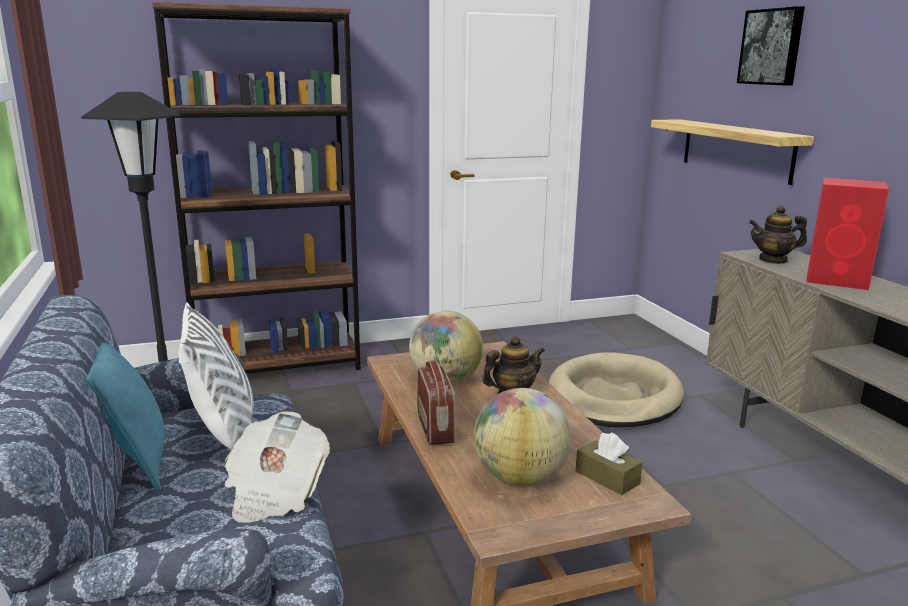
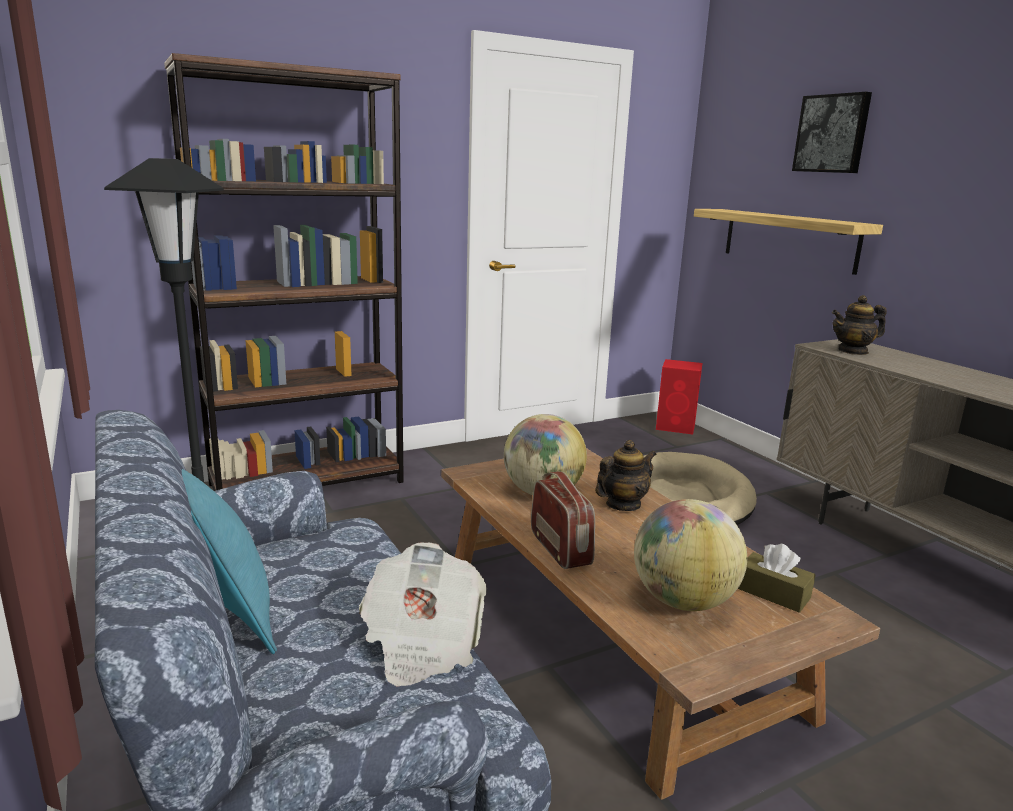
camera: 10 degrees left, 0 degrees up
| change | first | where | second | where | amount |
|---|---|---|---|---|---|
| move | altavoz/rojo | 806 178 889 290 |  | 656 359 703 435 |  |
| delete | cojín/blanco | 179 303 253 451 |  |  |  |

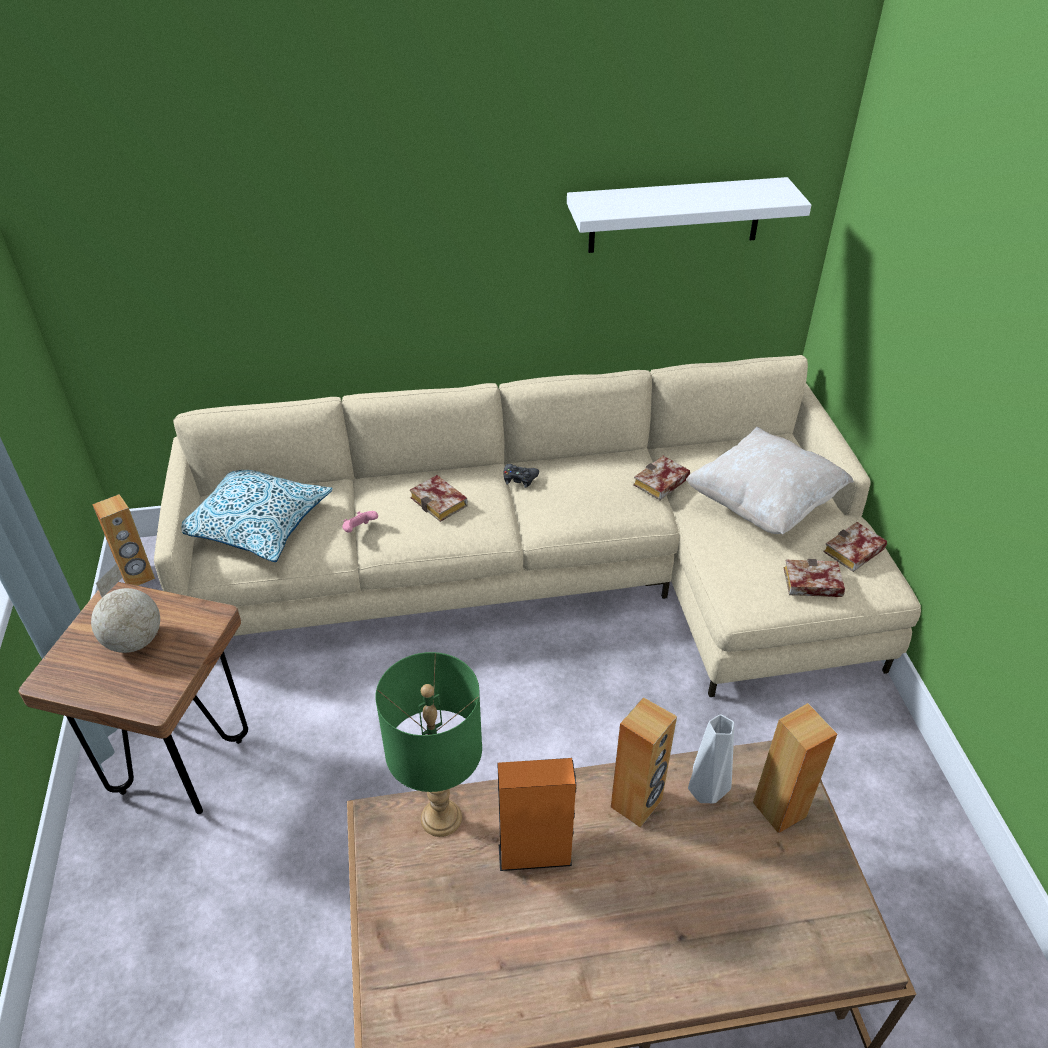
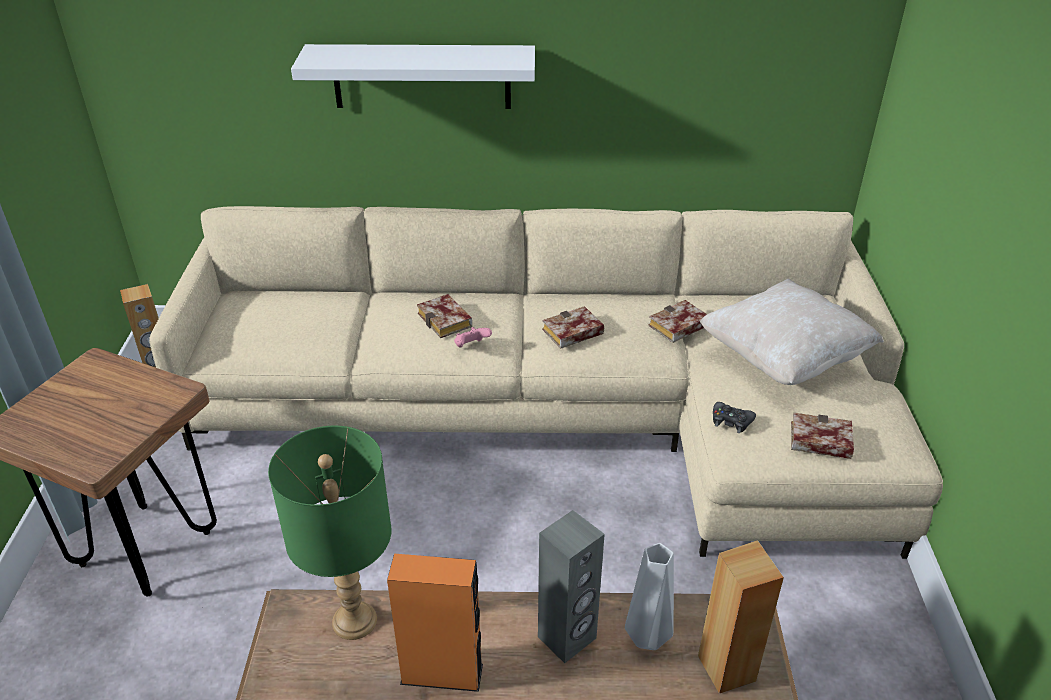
camera: 10 degrees right, 5 degrees down
| change | first | where | second | where | amount |
|---|---|---|---|---|---|
| move | estante/blanco | 567 177 811 253 |  | 291 44 535 109 |  |
| move | mando de consola/negro | 503 464 539 488 |  | 713 402 756 433 |  |
| delete | cojín | 182 470 333 562 |  |  |  |
| move | mando de consola/rosa | 342 511 378 532 |  | 454 327 492 347 |  |
| move | libro | 823 522 887 572 |  | 542 306 604 349 |  |
| delete | globo terráqueo | 91 563 160 653 |  |  |  |
| recolor | altavoz/marrón | 611 697 677 828 | altavoz/gris | 538 510 605 663 |  |

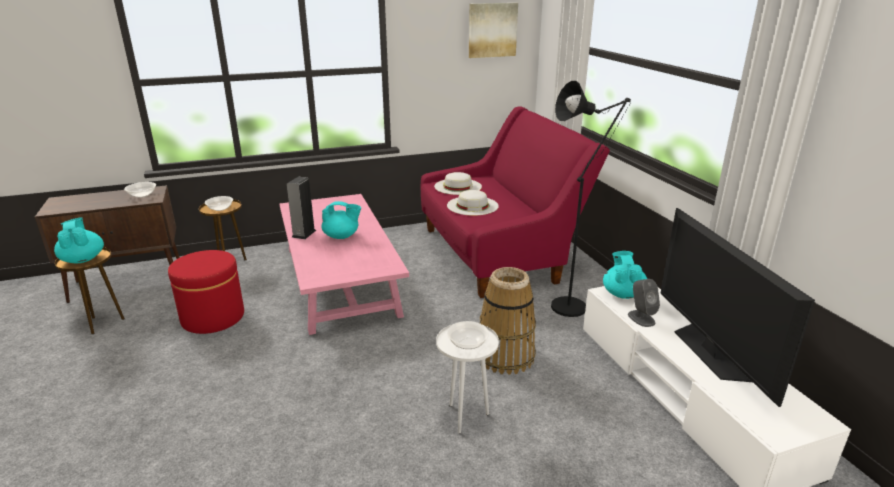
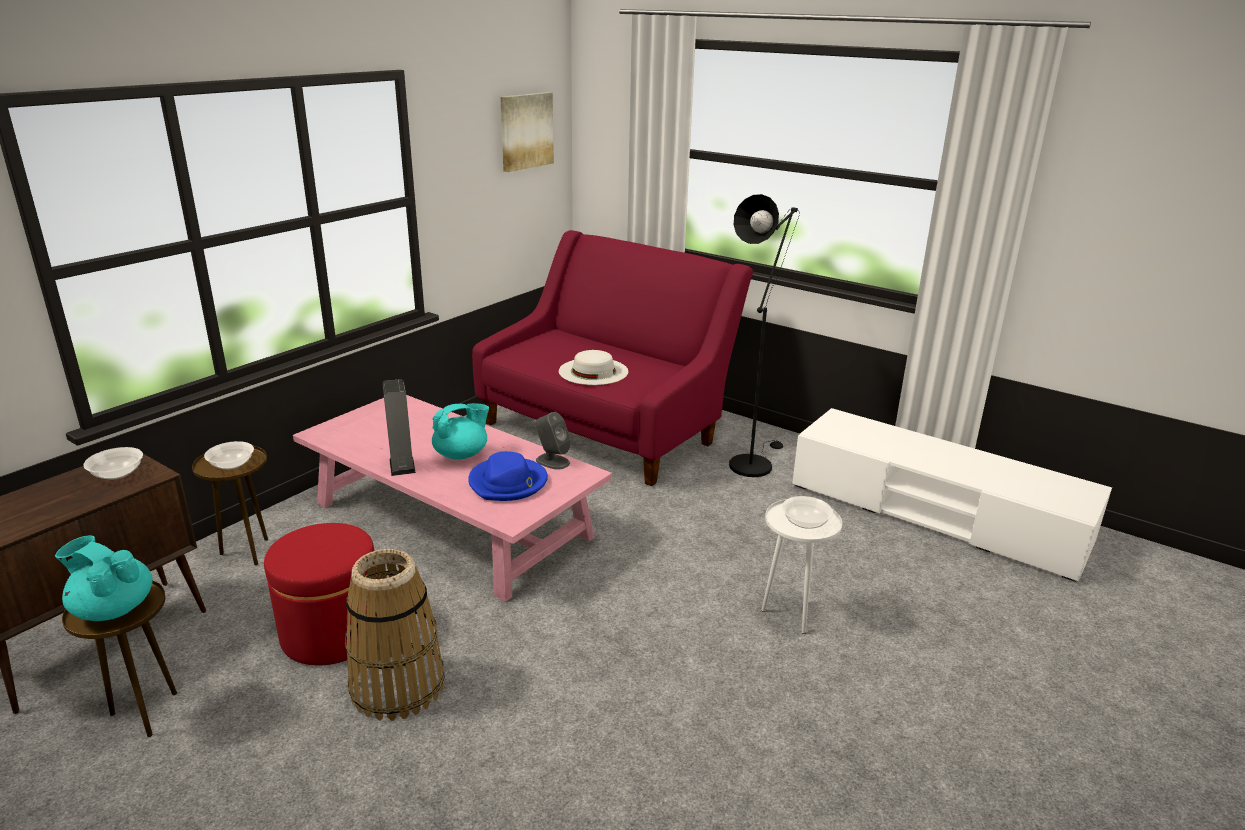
camera: 35 degrees left, 0 degrees up
| change | first | where | second | where | amount |
|---|---|---|---|---|---|
| delete | sombrero/blanco | 434 172 482 195 |  |  |  |
| delete | televisor | 660 208 815 407 |  |  |  |
| delete | tetera/turquesa | 603 251 647 299 |  |  |  |
| move | cesta | 480 267 536 375 |  | 345 549 445 721 |  |
| move | altavoz/gris | 628 279 660 327 |  | 535 412 571 470 |  |
| insert |  |  | sombrero/azul | 468 451 548 501 |  |

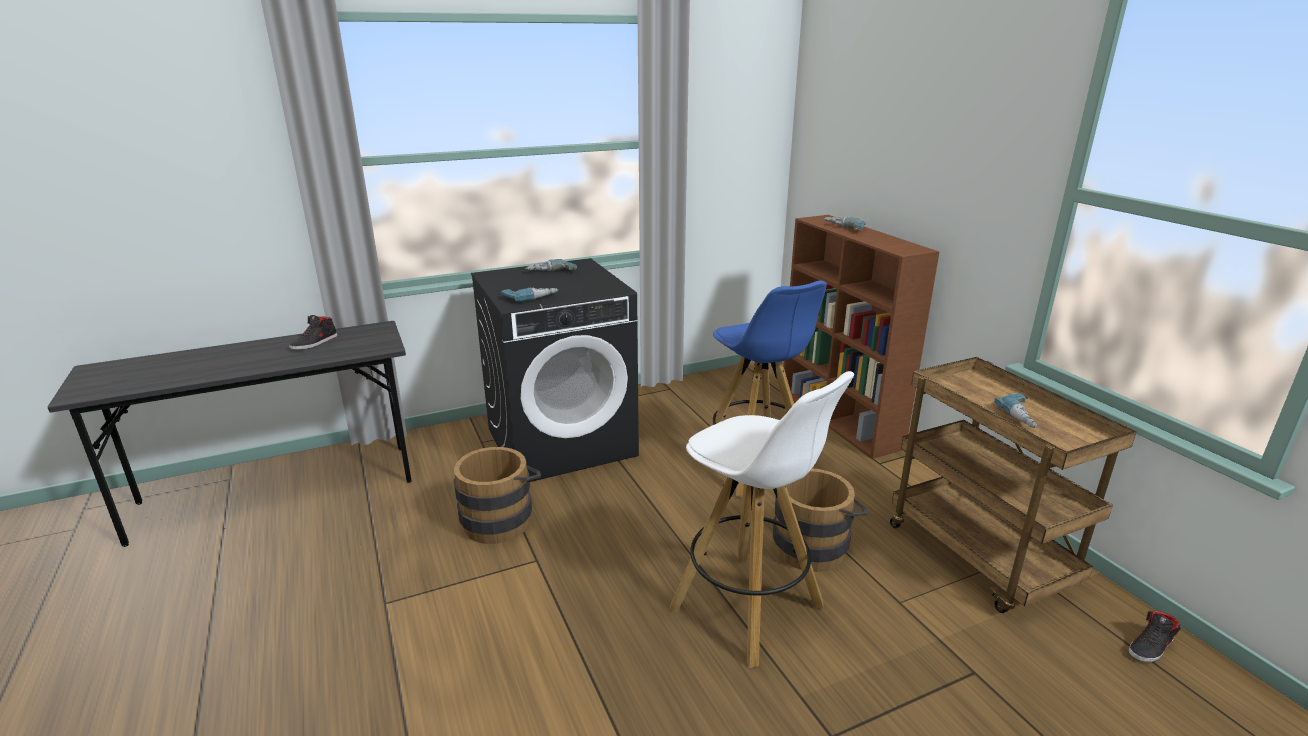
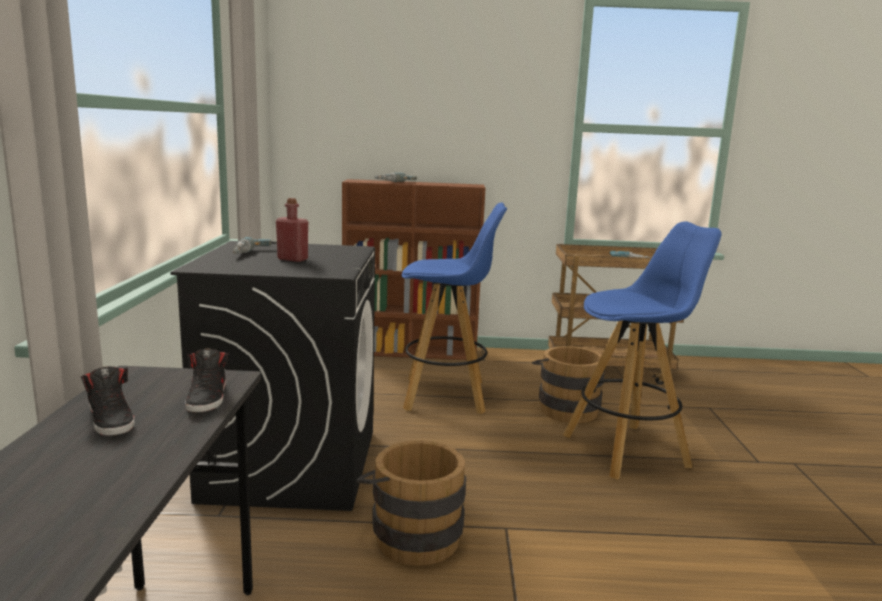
camera: 65 degrees left, 10 degrees down
| change | first | where | second | where | amount |
|---|---|---|---|---|---|
| delete | taladro | 502 288 559 302 |  |  |  |
| recolor | taburete/blanco | 669 371 854 668 | taburete/azul | 563 221 722 480 |  |
| move | zapato/negro | 1129 611 1181 662 |  | 185 349 229 413 |  |
| insert |  |  | botella/rojo | 276 198 308 262 |  |

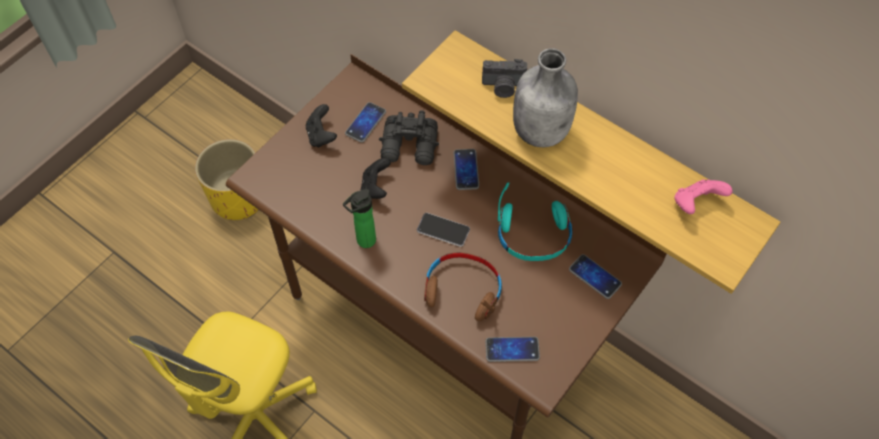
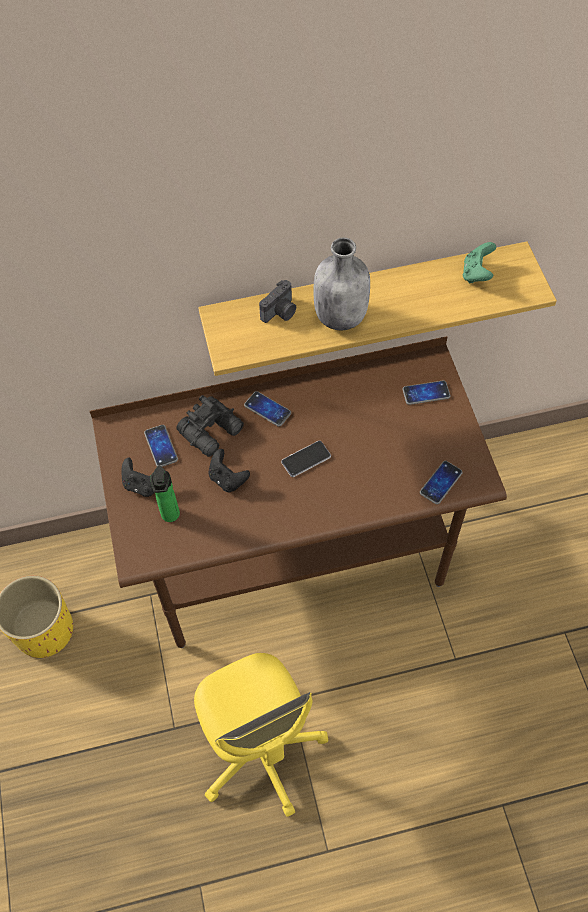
camera: 50 degrees left, 0 degrees up
| change | first | where | second | where | amount |
|---|---|---|---|---|---|
| recolor | mando de consola/rosa | 674 179 732 214 | mando de consola/verde | 463 242 496 283 |  |
| delete | auriculares/turquesa | 498 182 572 261 |  |  |  |
| move | botella | 343 189 376 248 |  | 150 466 180 522 |  |
| delete | auriculares/marrón | 424 252 502 322 |  |  |  |

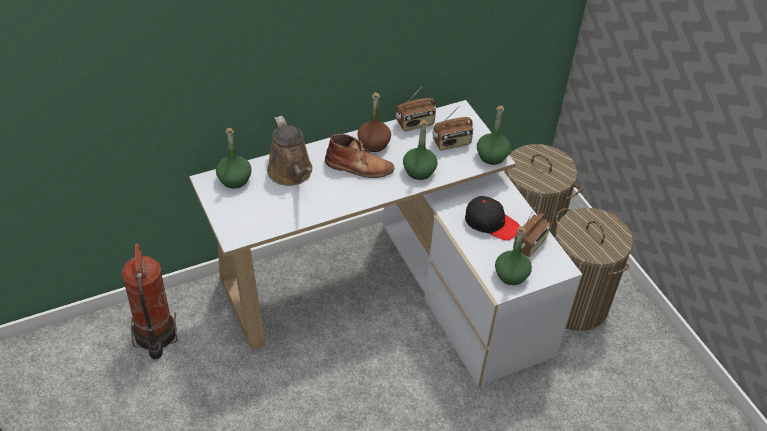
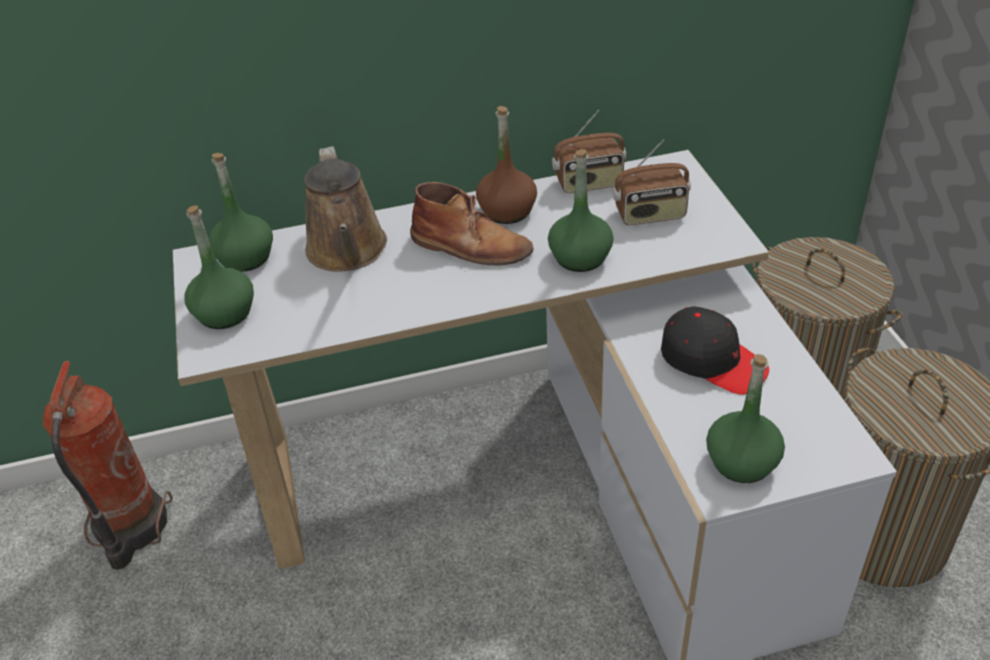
camera: 15 degrees right, 5 degrees down
| change | first | where | second | where | amount |
|---|---|---|---|---|---|
| move | botella/verde | 477 105 511 165 |  | 185 205 254 329 |  |
| delete | radio | 513 208 551 257 |  |  |  |

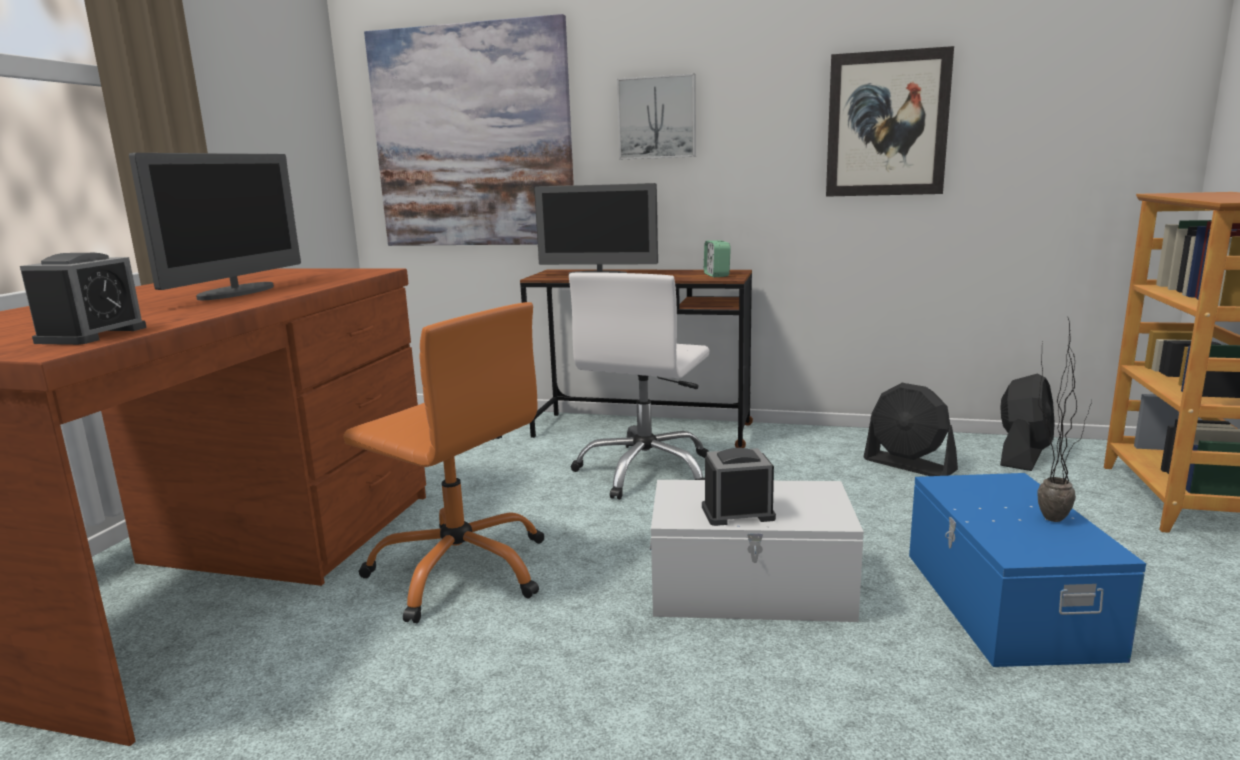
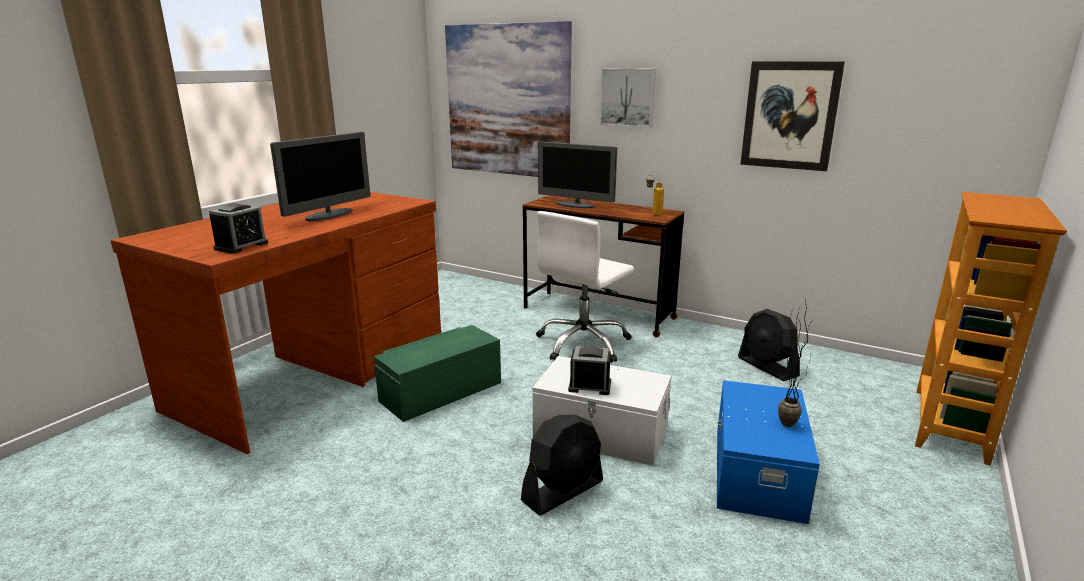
camera: 15 degrees right, 5 degrees up
| change | first | where | second | where | amount |
|---|---|---|---|---|---|
| replace | despertador | 704 240 731 277 | botella | 646 175 664 216 |  |
| replace | silla de oficina/naranja | 343 302 544 623 | caja de almacenaje/verde | 374 325 501 422 |  |
| move | ventilador/negro | 1000 374 1055 471 |  | 521 415 603 516 |  |

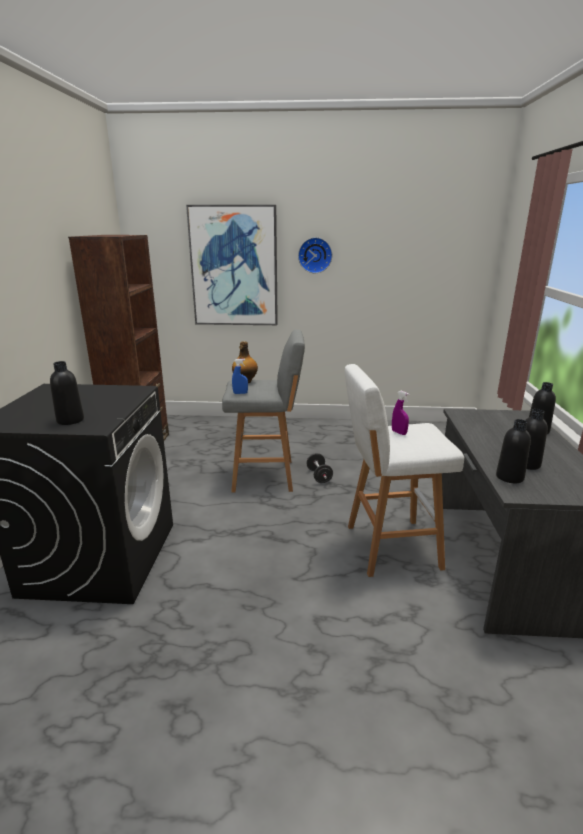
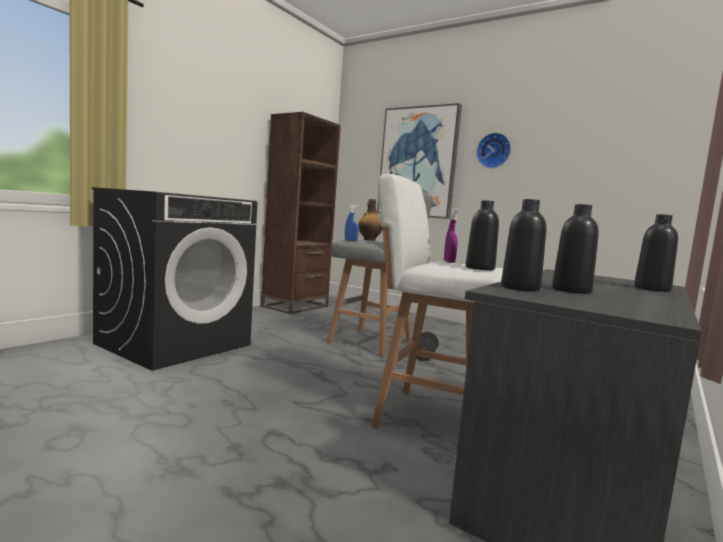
camera: 30 degrees right, 15 degrees down
| change | first | where | second | where | amount |
|---|---|---|---|---|---|
| move | botella/negro | 50 361 84 425 |  | 466 200 499 270 |  |

